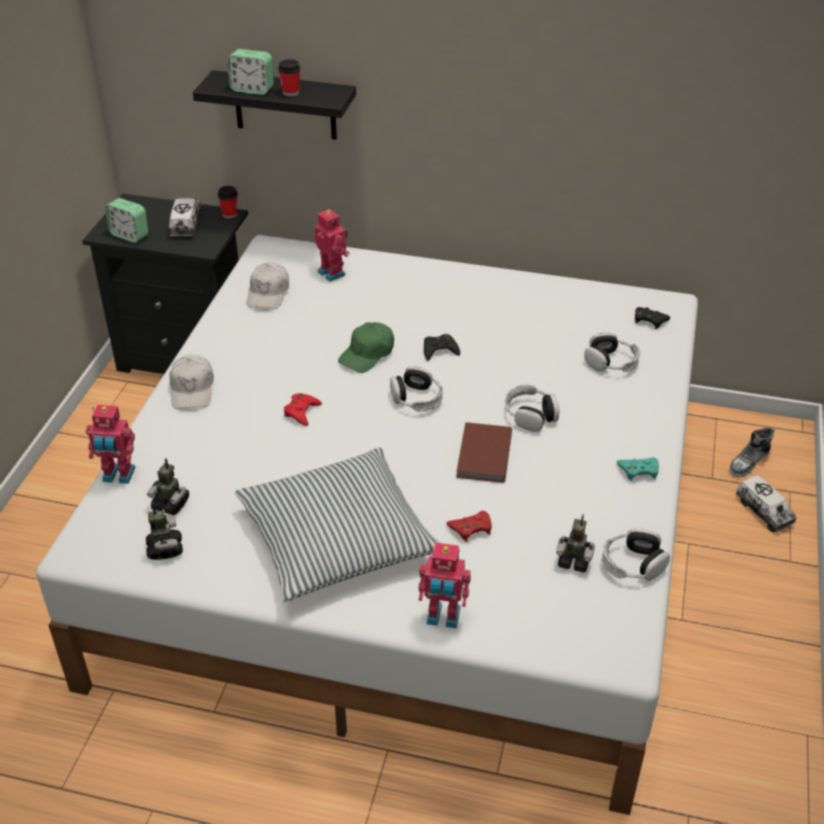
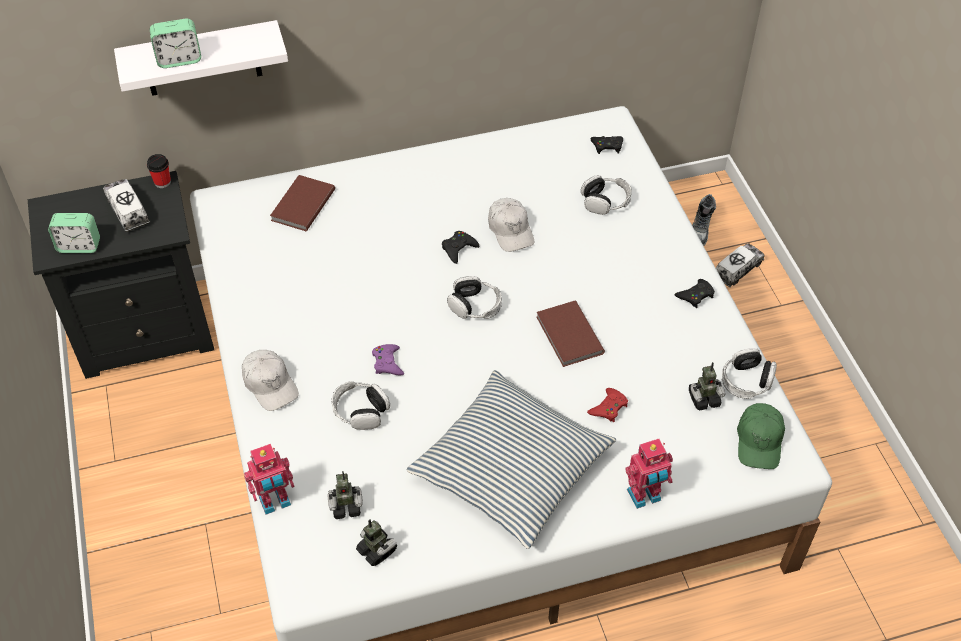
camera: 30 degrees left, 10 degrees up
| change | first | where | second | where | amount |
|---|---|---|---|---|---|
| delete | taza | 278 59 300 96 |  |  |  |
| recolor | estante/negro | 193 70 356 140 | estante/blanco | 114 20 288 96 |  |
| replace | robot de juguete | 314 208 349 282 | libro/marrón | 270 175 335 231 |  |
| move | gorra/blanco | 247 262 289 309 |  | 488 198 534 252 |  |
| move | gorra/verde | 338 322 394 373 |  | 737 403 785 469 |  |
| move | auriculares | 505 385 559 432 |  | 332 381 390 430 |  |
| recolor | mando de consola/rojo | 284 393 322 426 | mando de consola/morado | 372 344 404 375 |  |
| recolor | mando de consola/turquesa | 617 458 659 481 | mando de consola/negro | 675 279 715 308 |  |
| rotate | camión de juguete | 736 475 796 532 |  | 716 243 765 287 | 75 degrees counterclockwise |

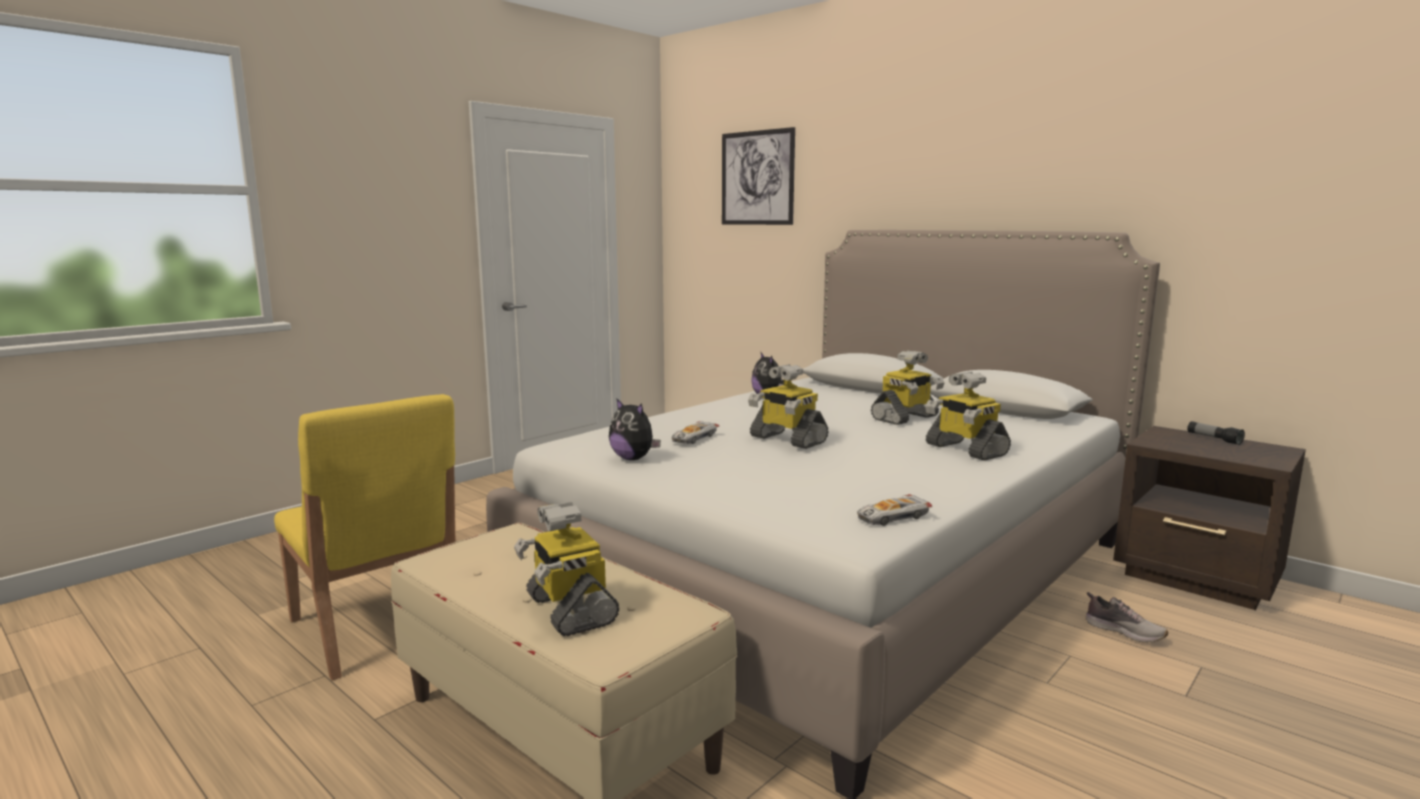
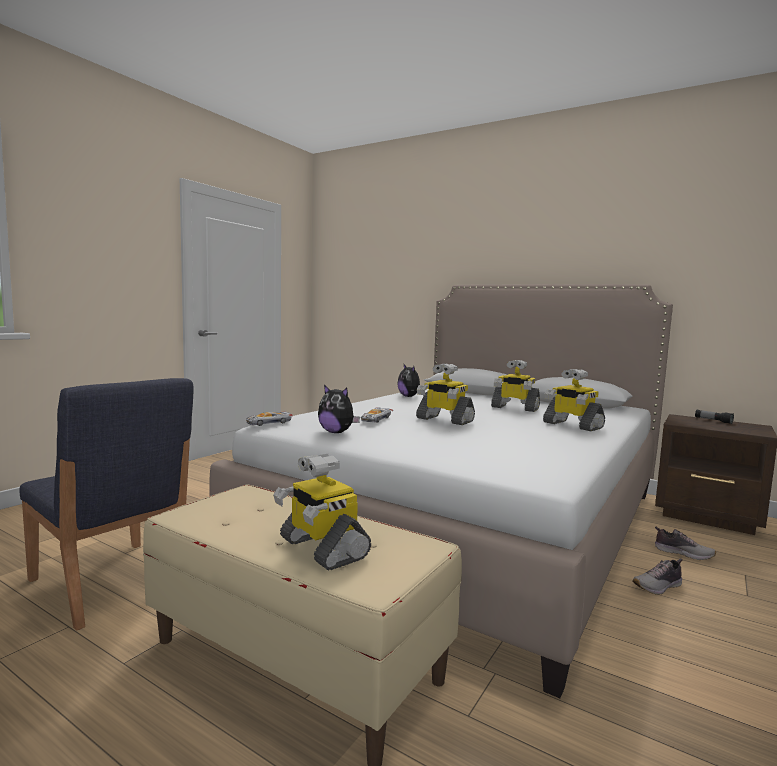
camera: 10 degrees left, 5 degrees down
| change | first | where | second | where | amount |
|---|---|---|---|---|---|
| delete | cuadro | 722 127 795 225 |  |  |  |
| rotate | robot de juguete | 871 350 945 425 |  | 491 360 540 412 | 75 degrees clockwise |
| recolor | silla/amarillo | 274 394 455 680 | silla/azul | 19 378 194 631 |  |
| move | coche de juguete | 857 494 932 526 |  | 246 411 293 426 |  |
| insert |  |  | zapato | 632 559 683 595 |  |

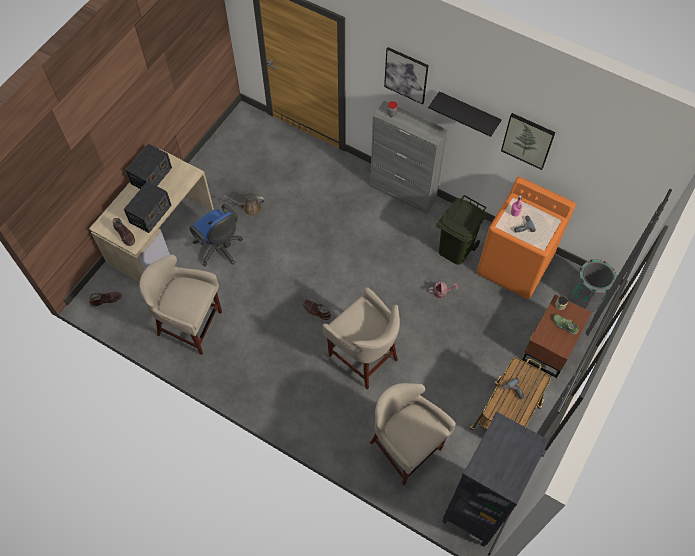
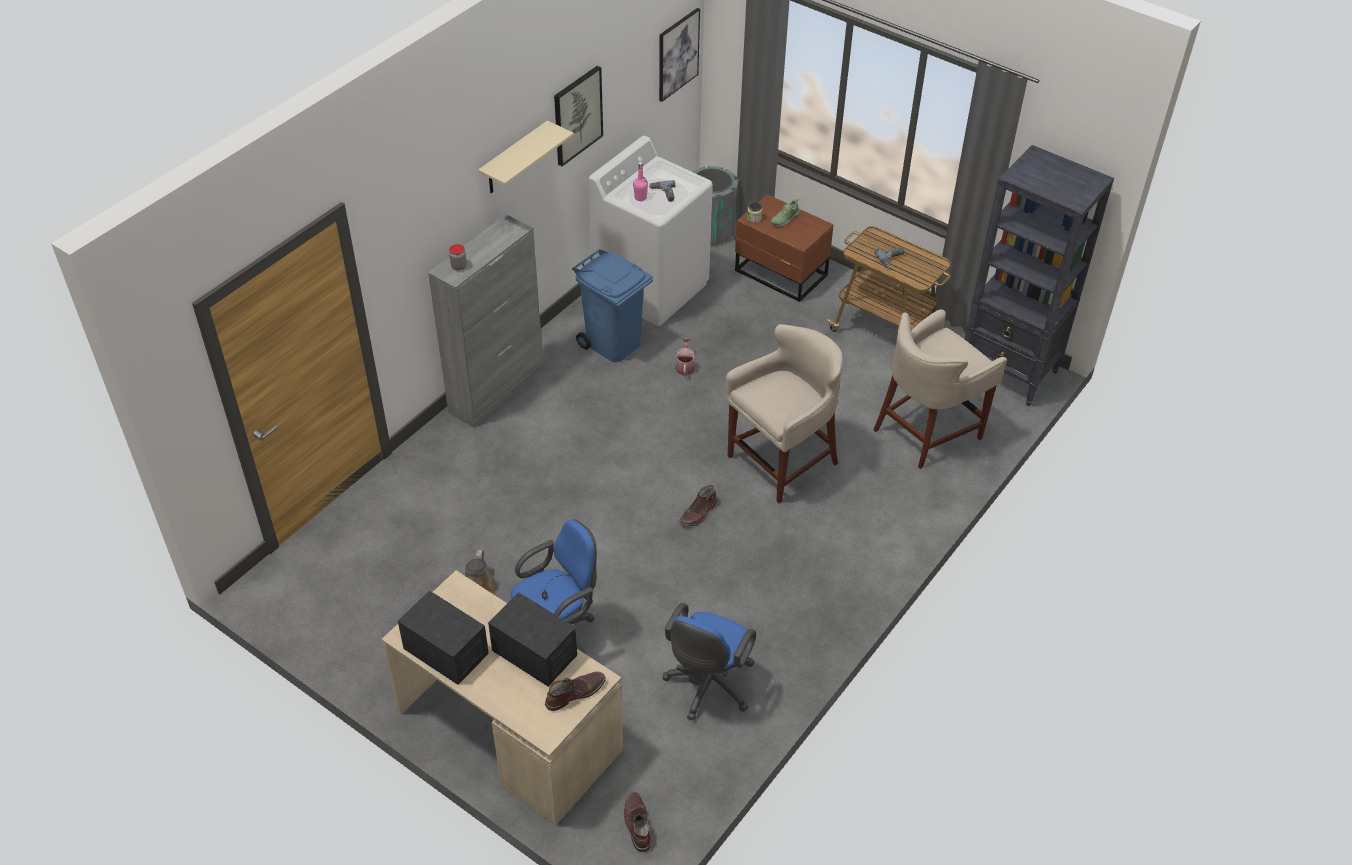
camera: 85 degrees left, 15 degrees down
| change | first | where | second | where | amount |
|---|---|---|---|---|---|
| move | cuadro | 384 47 429 104 |  | 659 8 700 102 |  |
| recolor | estante/negro | 428 91 502 137 | estante/beis | 478 121 574 193 |  |
| recolor | lavadora/naranja | 477 177 576 299 | lavadora/blanco | 589 136 713 326 |  |
| recolor | papelera/verde | 436 195 487 265 | papelera/azul | 572 249 653 362 |  |
| replace | taburete/beis | 139 255 222 355 | silla de oficina/azul | 662 603 756 721 |  |

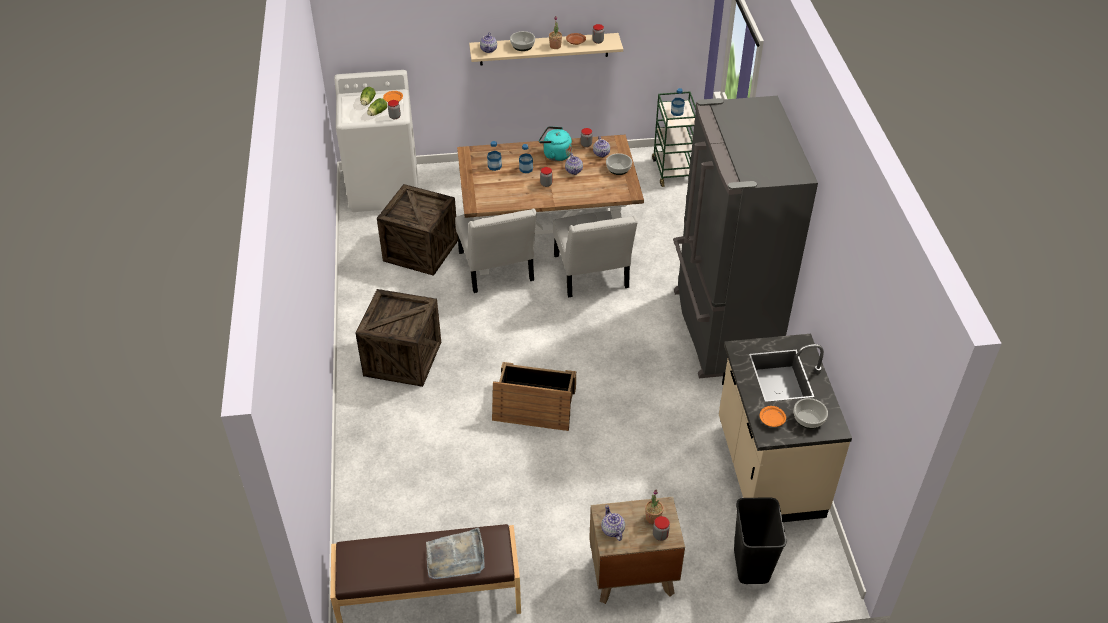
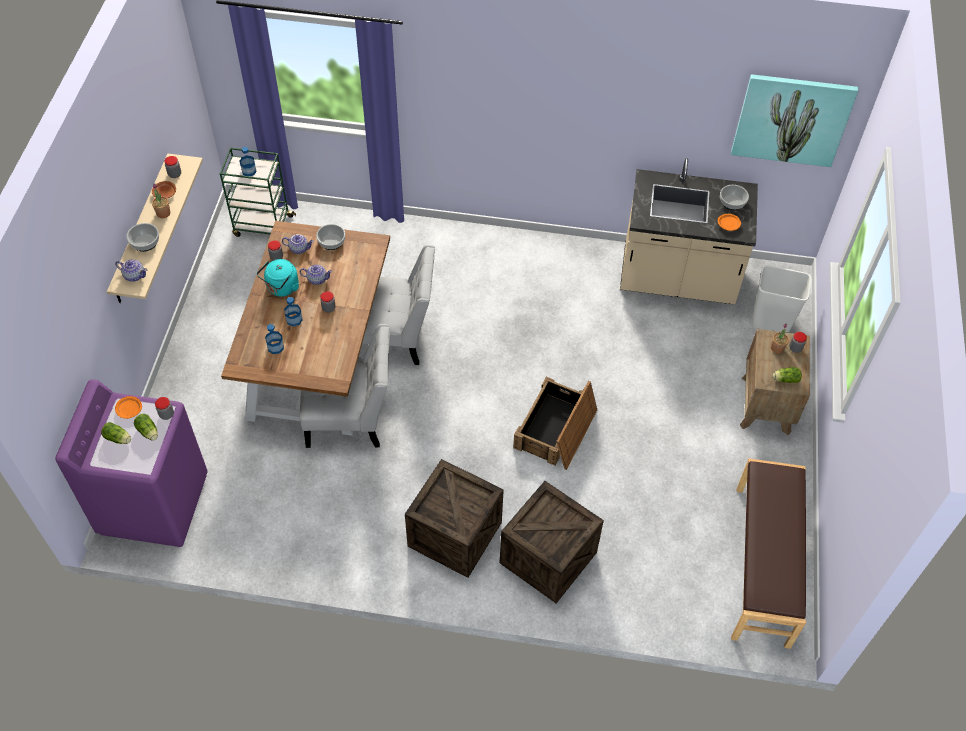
camera: 75 degrees left, 10 degrees up
| change | first | where | second | where | amount |
|---|---|---|---|---|---|
| recolor | lavadora/blanco | 334 70 418 212 | lavadora/morado | 55 379 207 547 |  |
| delete | nevera/gris | 673 96 818 378 |  |  |  |
| move | caja de embalaje | 377 184 458 276 |  | 500 481 604 603 |  |
| recolor | papelera/negro | 734 497 786 584 | papelera/blanco | 751 265 811 333 |  |
| replace | tetera | 601 505 625 541 | lechuga | 773 367 802 383 |  |
| delete | bandeja/gris | 426 527 485 579 |  |  |  |
| insert |  |  | cuadro | 731 74 858 167 |  |

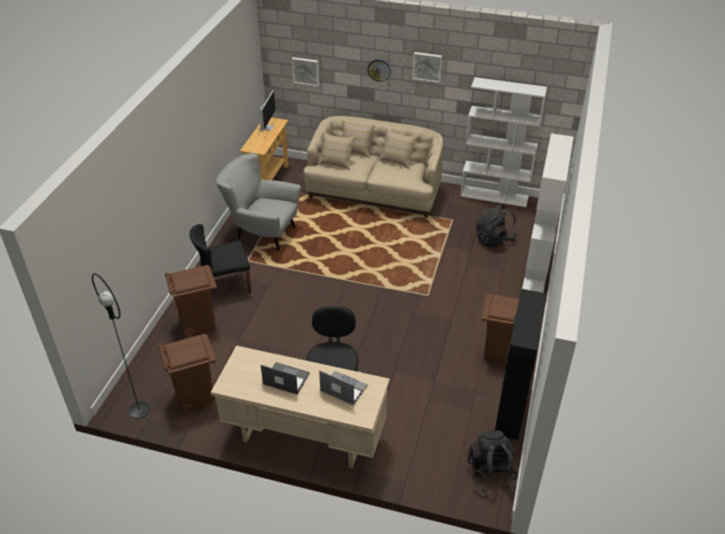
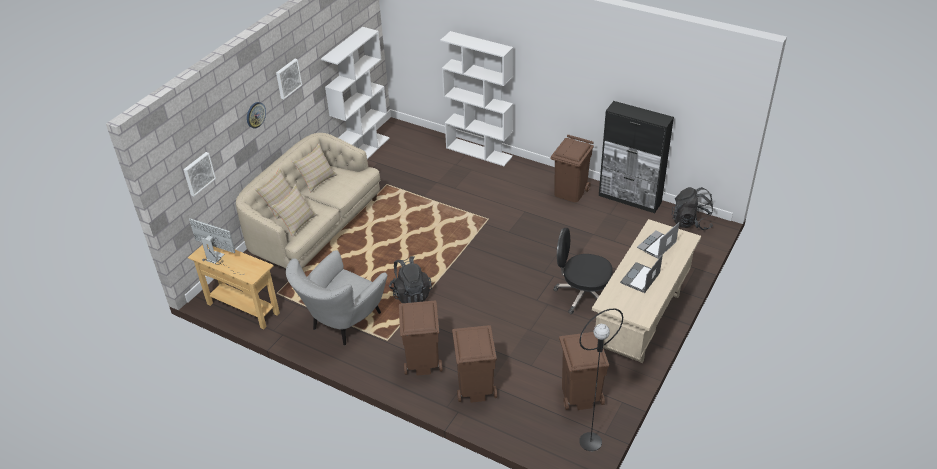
camera: 75 degrees left, 0 degrees up
| change | first | where | second | where | amount |
|---|---|---|---|---|---|
| move | mochila/negro | 477 204 517 248 |  | 389 256 432 303 |  |
| replace | silla/negro | 189 224 251 293 | papelera/marrón | 399 301 442 376 |  |

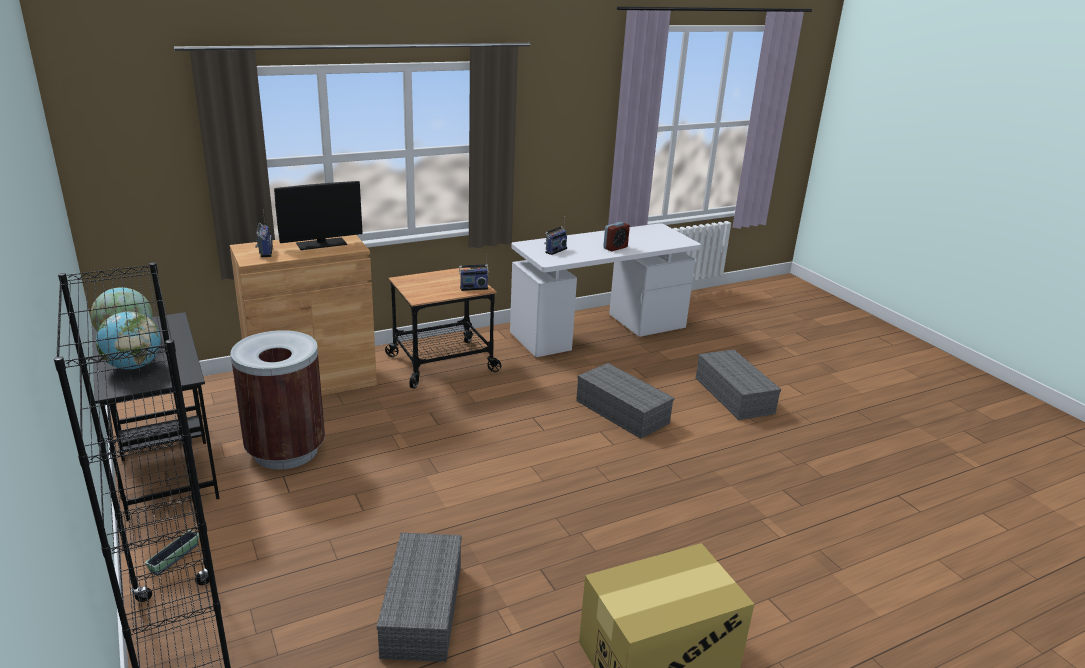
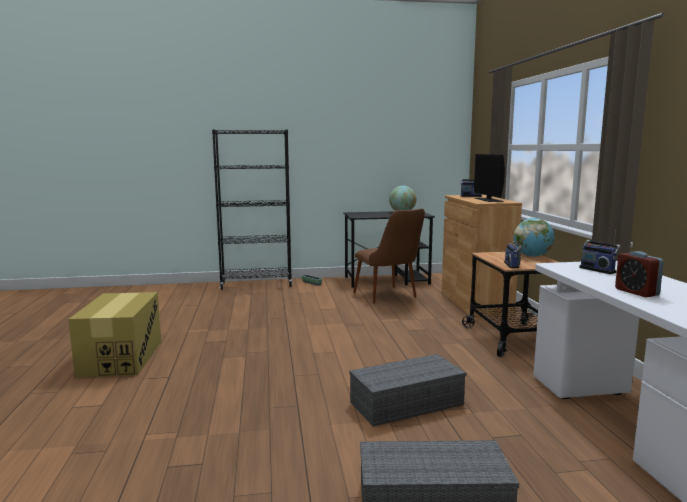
camera: 110 degrees right, 15 degrees down
| change | first | where | second | where | amount |
|---|---|---|---|---|---|
| move | globo terráqueo | 96 312 161 369 |  | 514 218 555 257 |  |
| replace | papelera/marrón | 230 330 325 469 | silla/marrón | 353 208 425 304 |  |
| delete | caja de almacenaje/gris | 377 533 462 662 |  |  |  |

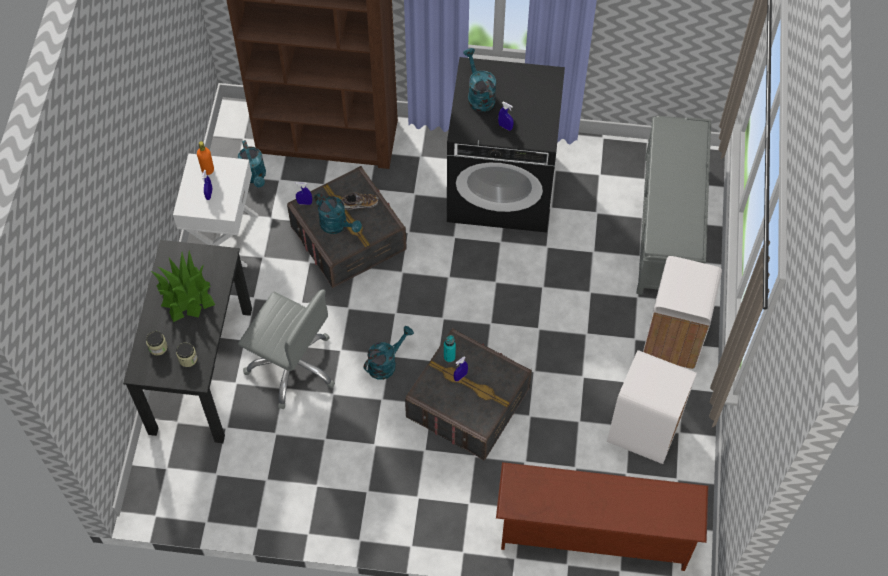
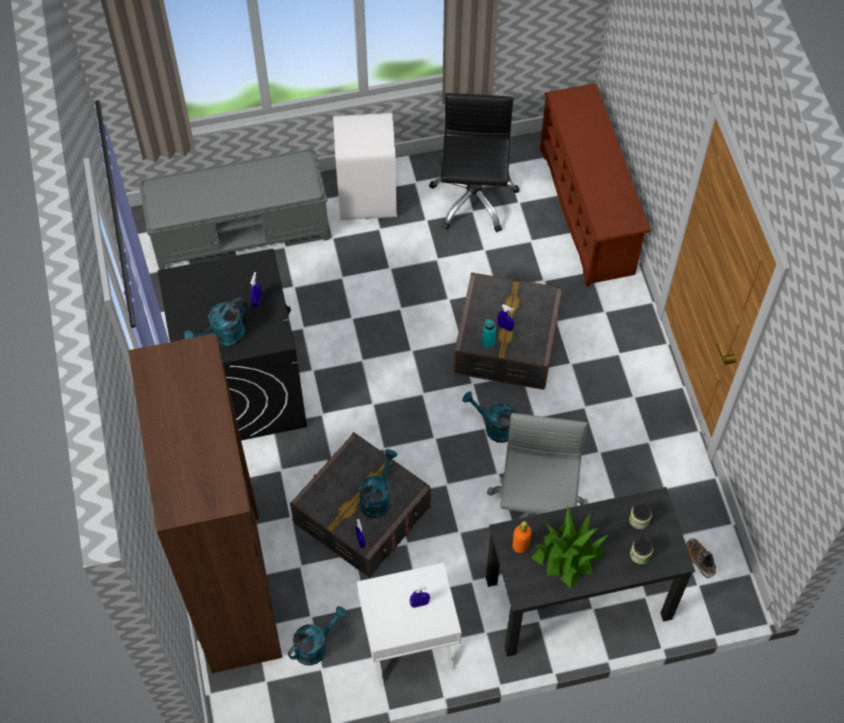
camera: 110 degrees left, 0 degrees up
| change | first | where | second | where | amount |
|---|---|---|---|---|---|
| move | botella/naranja | 197 141 214 175 |  | 513 521 531 553 |  |
| move | zapato | 340 192 379 210 |  | 686 538 716 578 |  |
| replace | papelera/blanco | 607 350 697 464 | silla de oficina/negro | 429 93 519 232 |  |

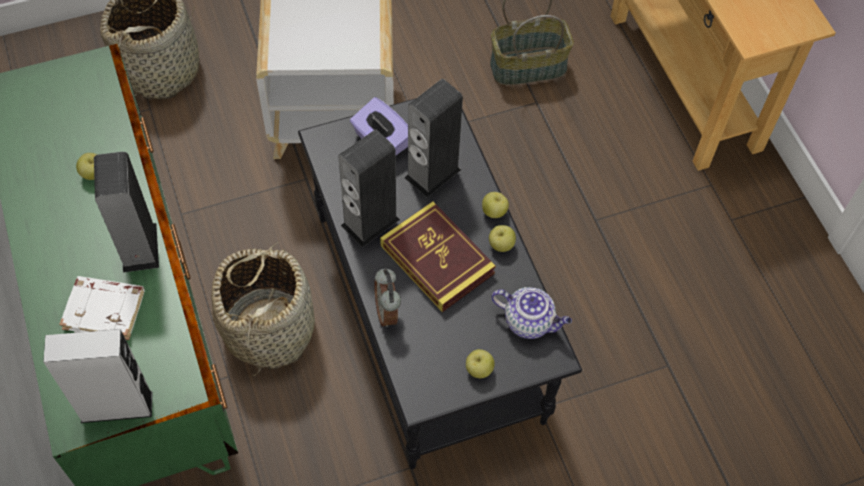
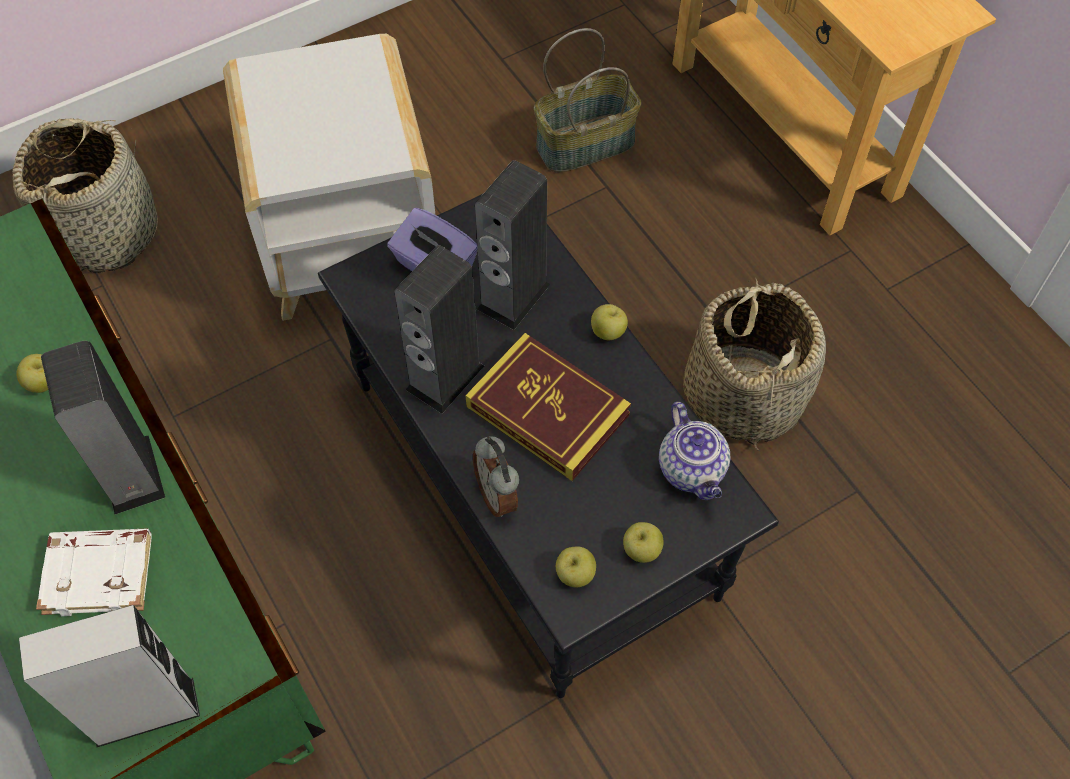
camera: 10 degrees left, 0 degrees up
| change | first | where | second | where | amount |
|---|---|---|---|---|---|
| move | manzana | 489 225 516 252 |  | 556 547 596 587 |  |
| move | cesta | 212 241 315 376 |  | 683 278 826 451 |  |
| rotate | tetera | 491 287 572 339 |  | 659 402 731 500 | 60 degrees clockwise |

